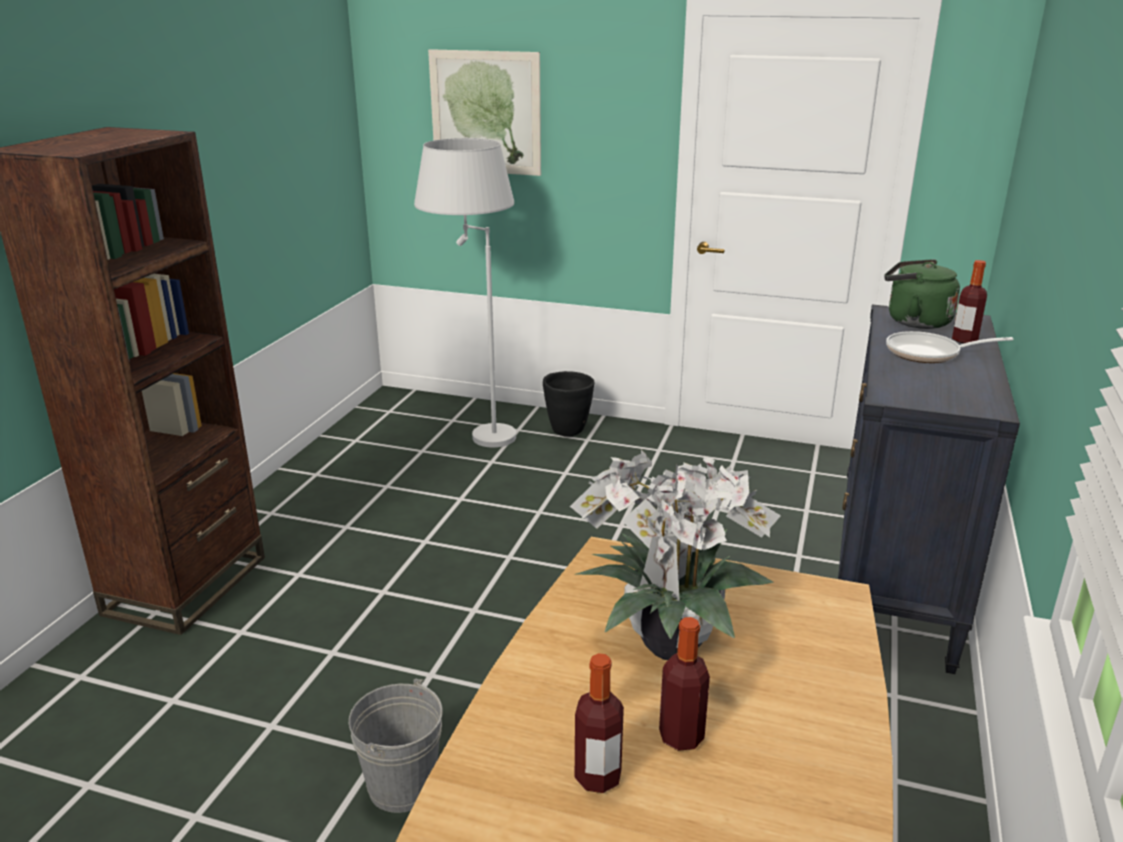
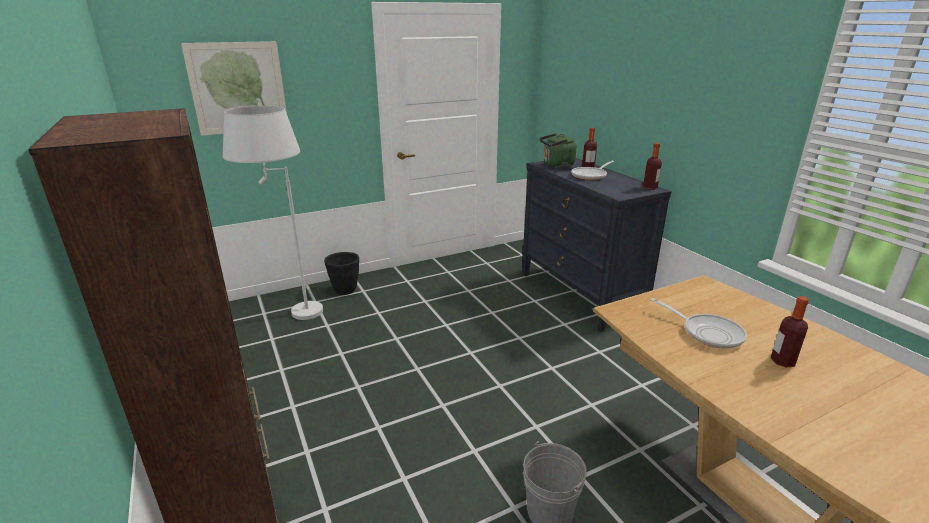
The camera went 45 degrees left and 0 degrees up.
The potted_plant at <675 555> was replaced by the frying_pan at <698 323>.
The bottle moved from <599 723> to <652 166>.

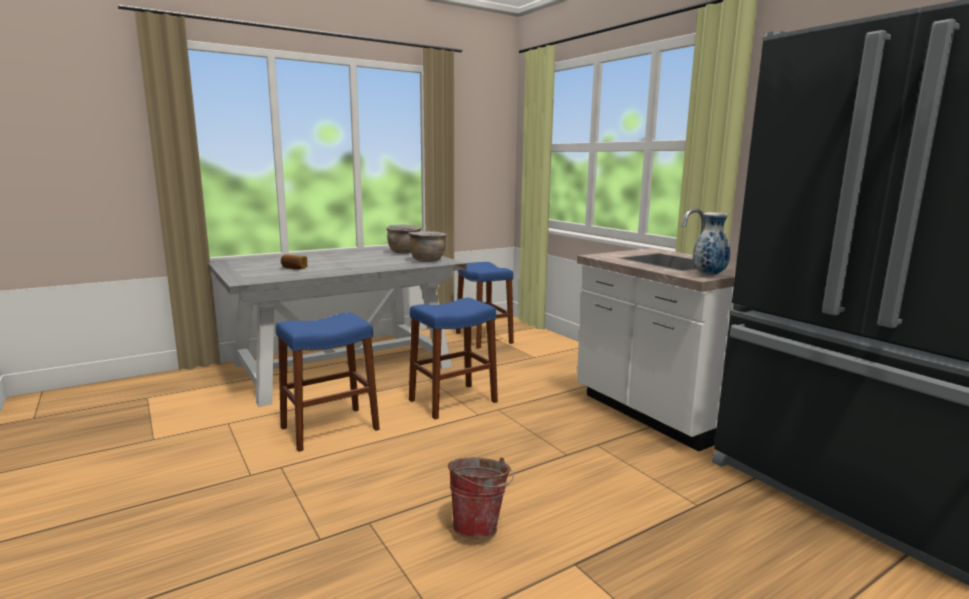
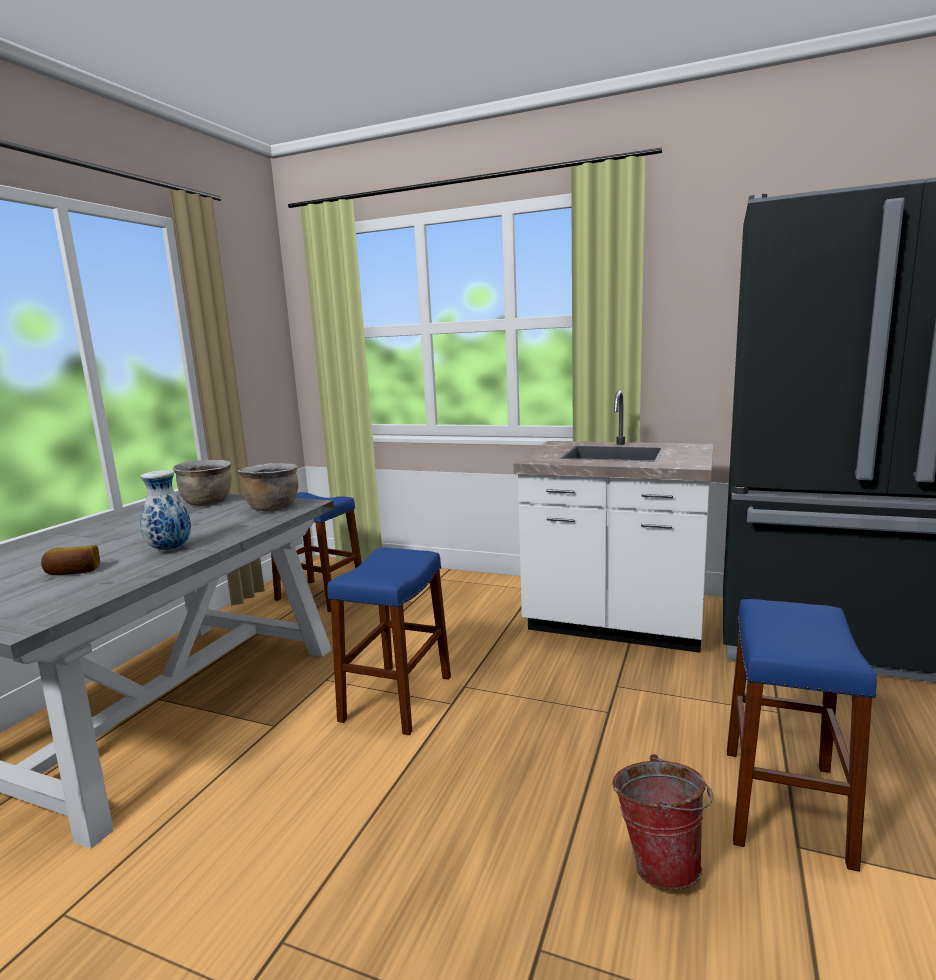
The camera went 35 degrees left and 0 degrees up.
The blue_stool moved from <328 382> to <802 735>.
The vase moved from <711 244> to <165 511>.

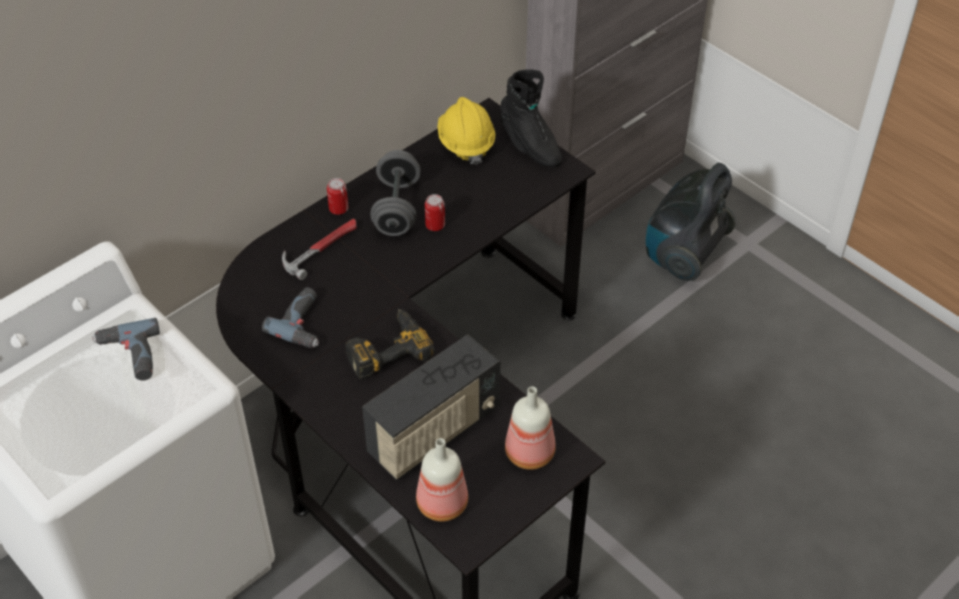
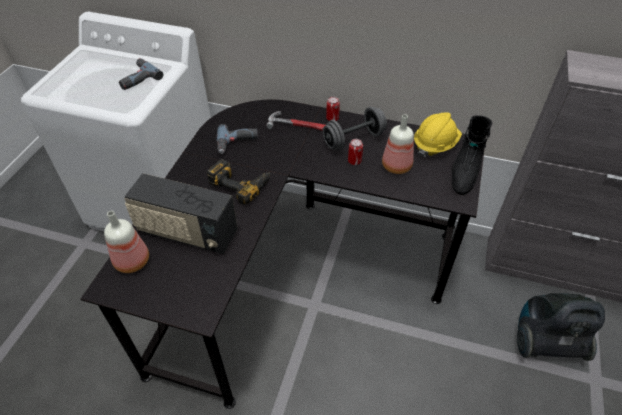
The camera went 60 degrees right and 0 degrees up.
The bottle moved from <530 428> to <398 144>.

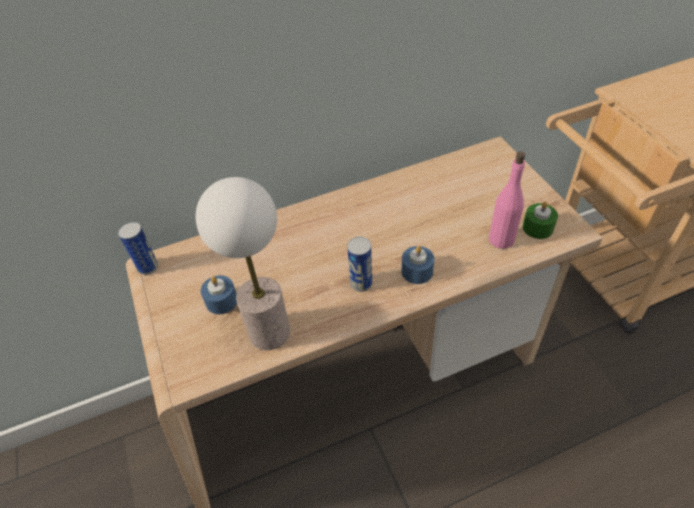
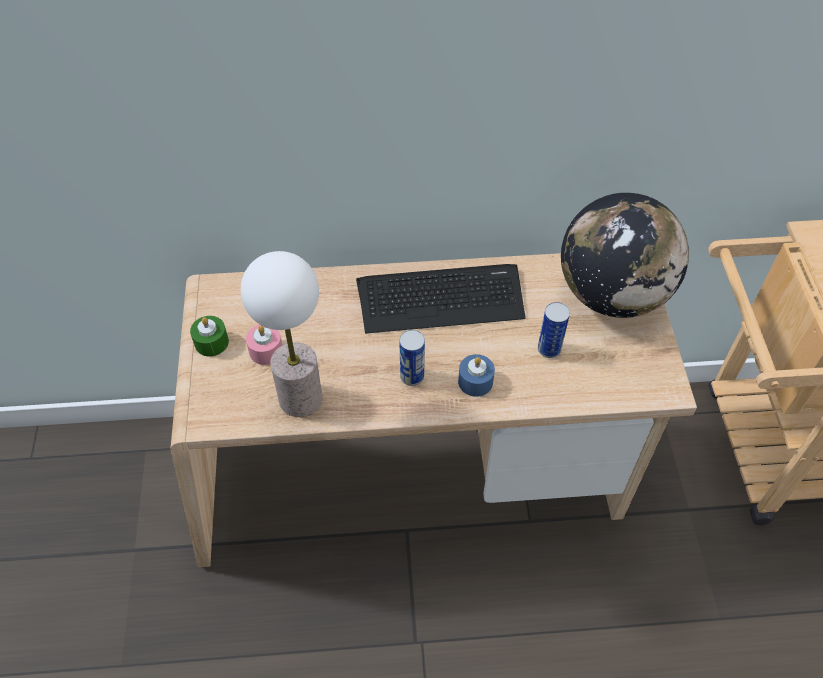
The camera went 15 degrees right and 5 degrees up.
The can moved from <138 248> to <554 330>.
The blue_candle at <219 294> became the pink_candle at <264 344>.
The pink_bottle at <507 200> disappeared.
The green_candle moved from <540 220> to <209 336>.
The keyboard at <441 299> appeared.
The globe at <625 255> appeared.

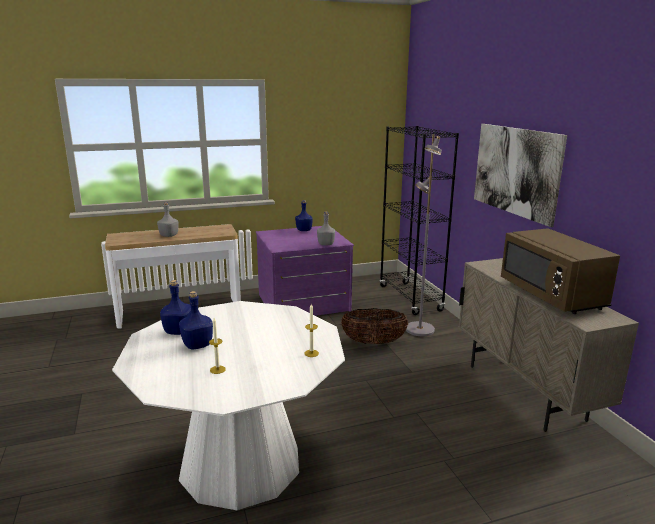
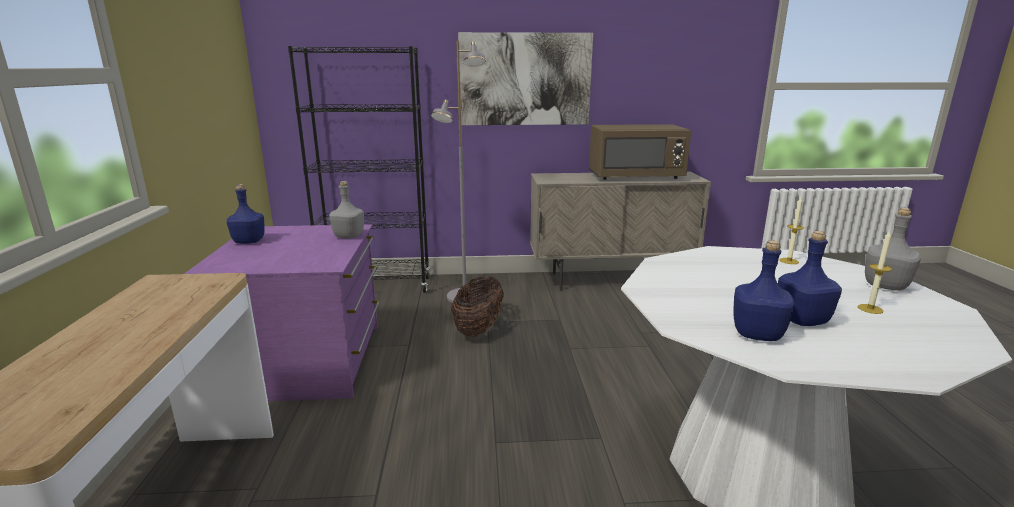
The camera went 75 degrees left and 0 degrees up.
The grey_bottle moved from <167 219> to <893 249>.

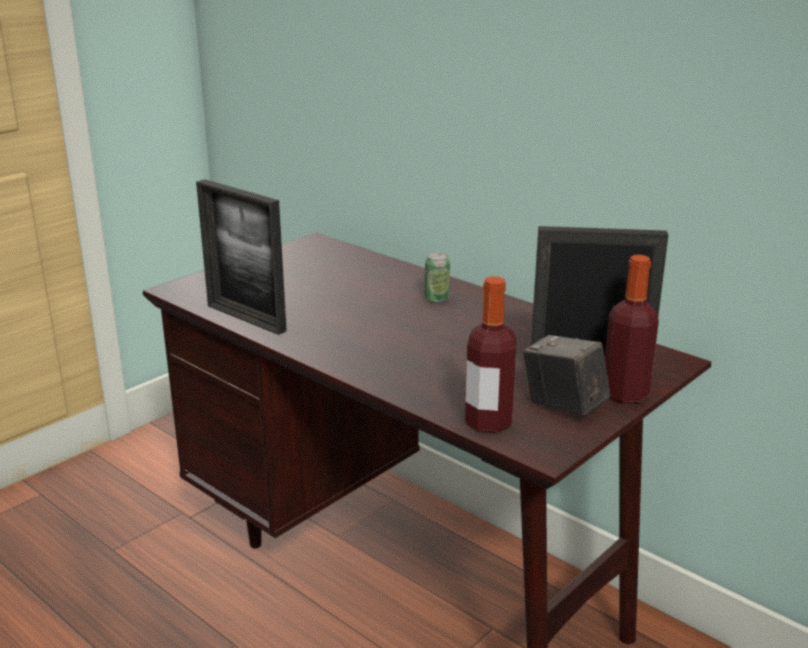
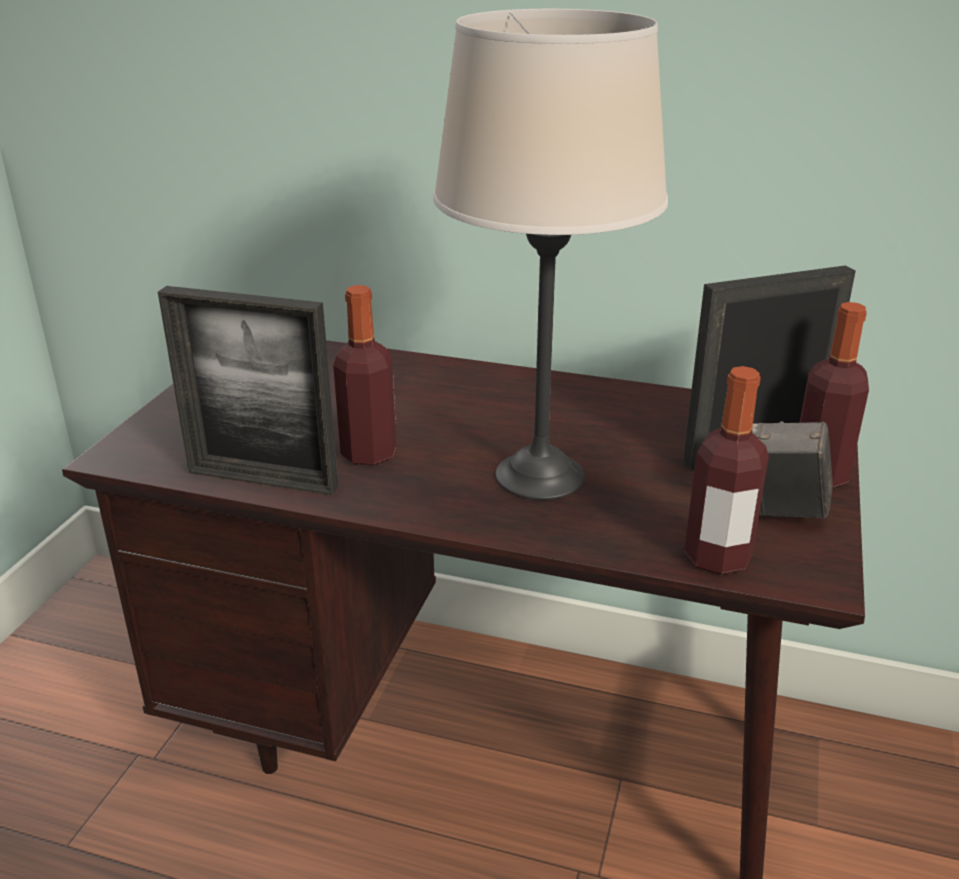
The camera went 25 degrees left and 5 degrees up.
The can at <437 277> disappeared.
The bottle at <364 375> appeared.
The beige_table_lamp at <550 254> appeared.

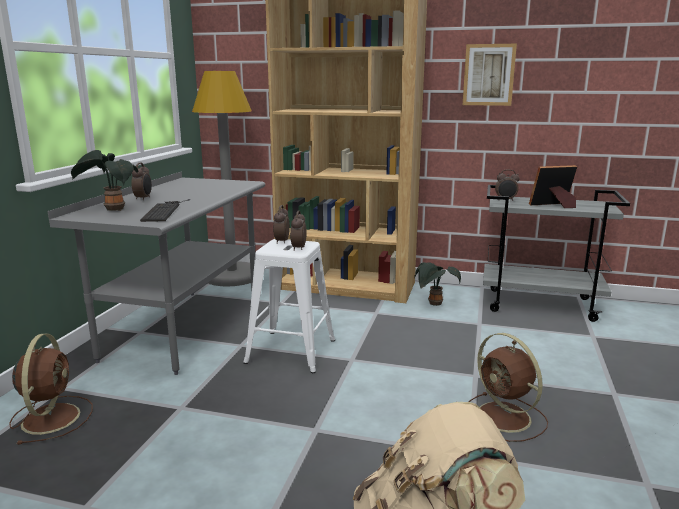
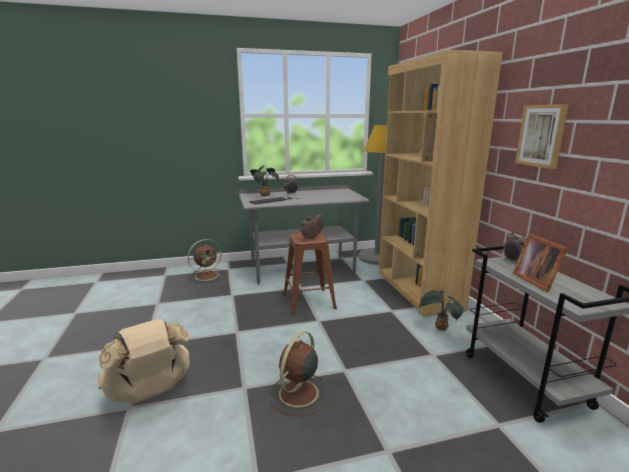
The camera went 60 degrees right and 0 degrees up.
The white_stool at <289 306> became the brown_stool at <310 274>.
The picture_frame at <553 186> turned 150 degrees counterclockwise.

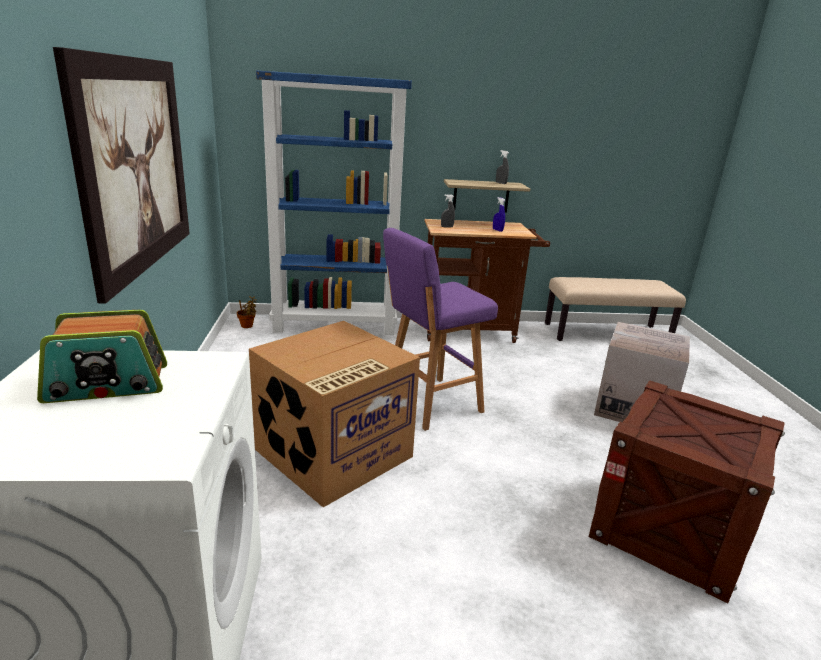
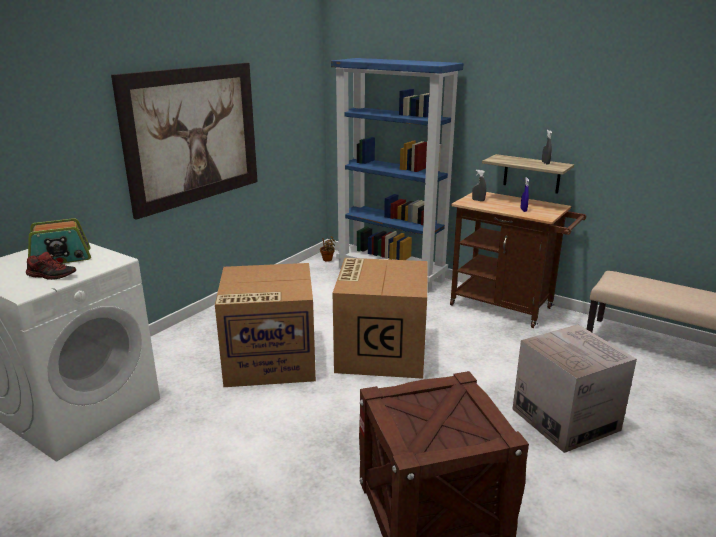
The camera went 40 degrees right and 0 degrees up.
The radio at <102 356> turned 45 degrees counterclockwise.
The purple_stool at <440 329> was replaced by the cardboard_box at <380 318>.
The shoe at <51 266> appeared.

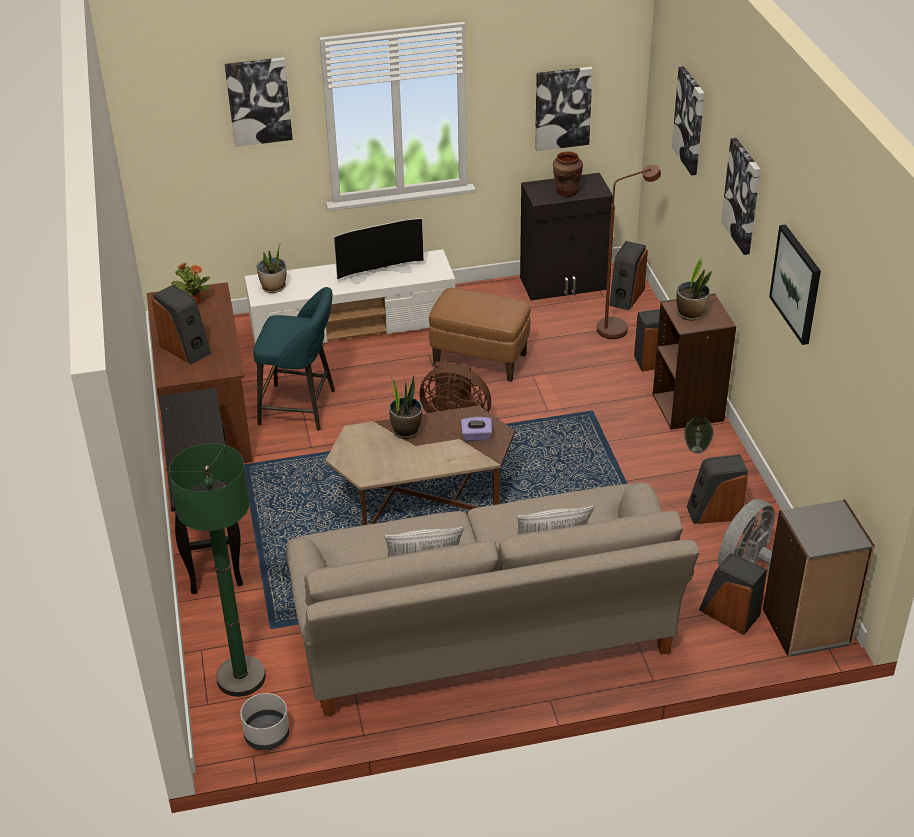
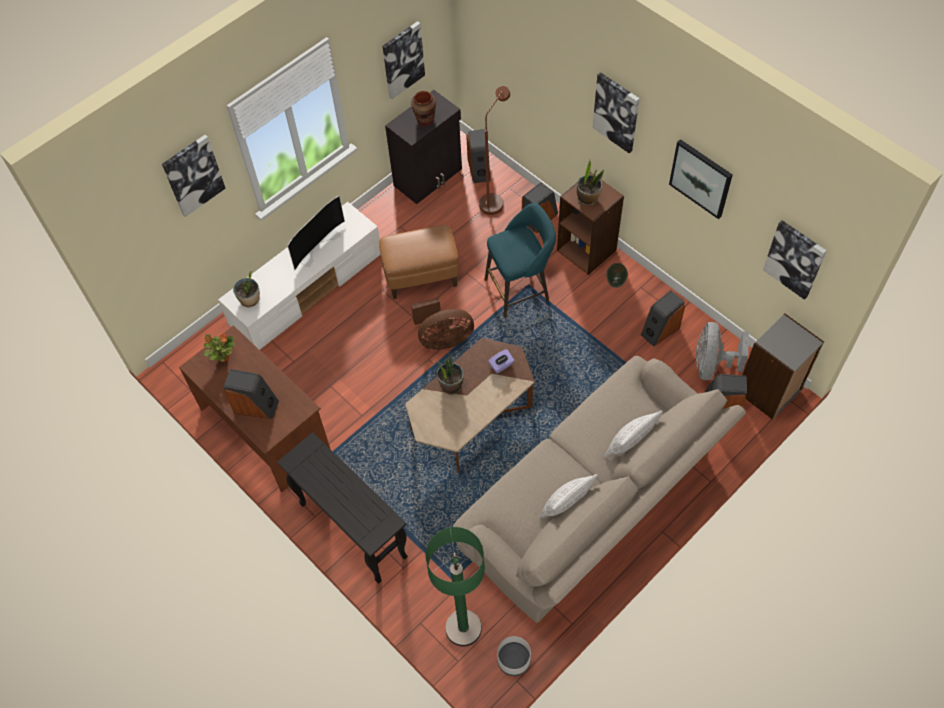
The camera went 30 degrees left and 20 degrees up.
The turquoise_stool moved from <294 359> to <520 260>.
The picture moved from <688 121> to <795 260>.

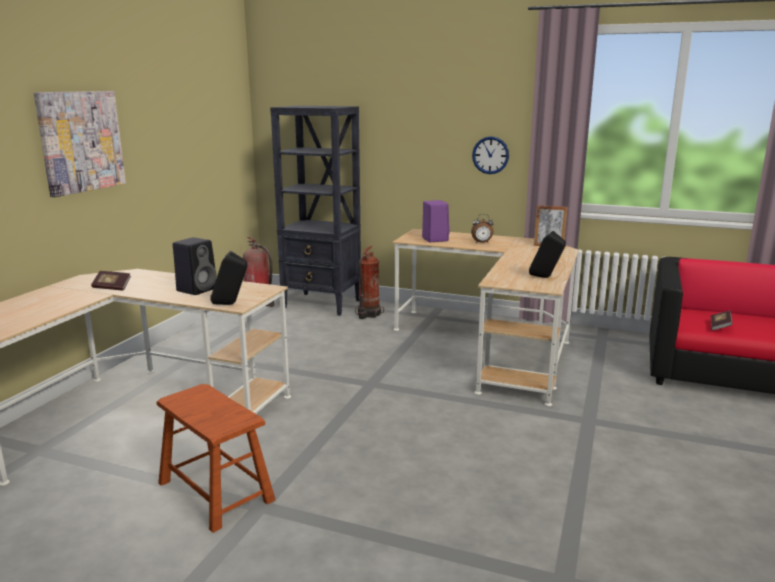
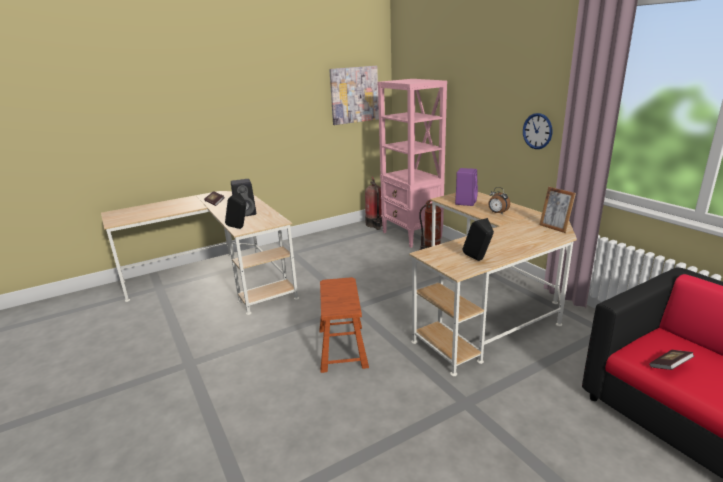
The camera went 40 degrees right and 5 degrees up.
The picture moved from <80 144> to <354 95>.
The brown_stool moved from <216 458> to <344 325>.
The black_bookcase at <315 211> became the pink_bookcase at <412 163>.

